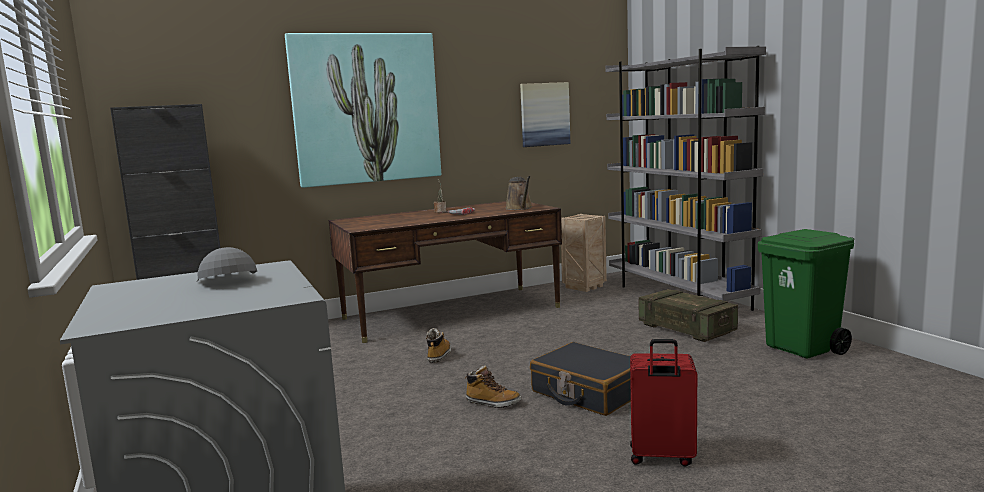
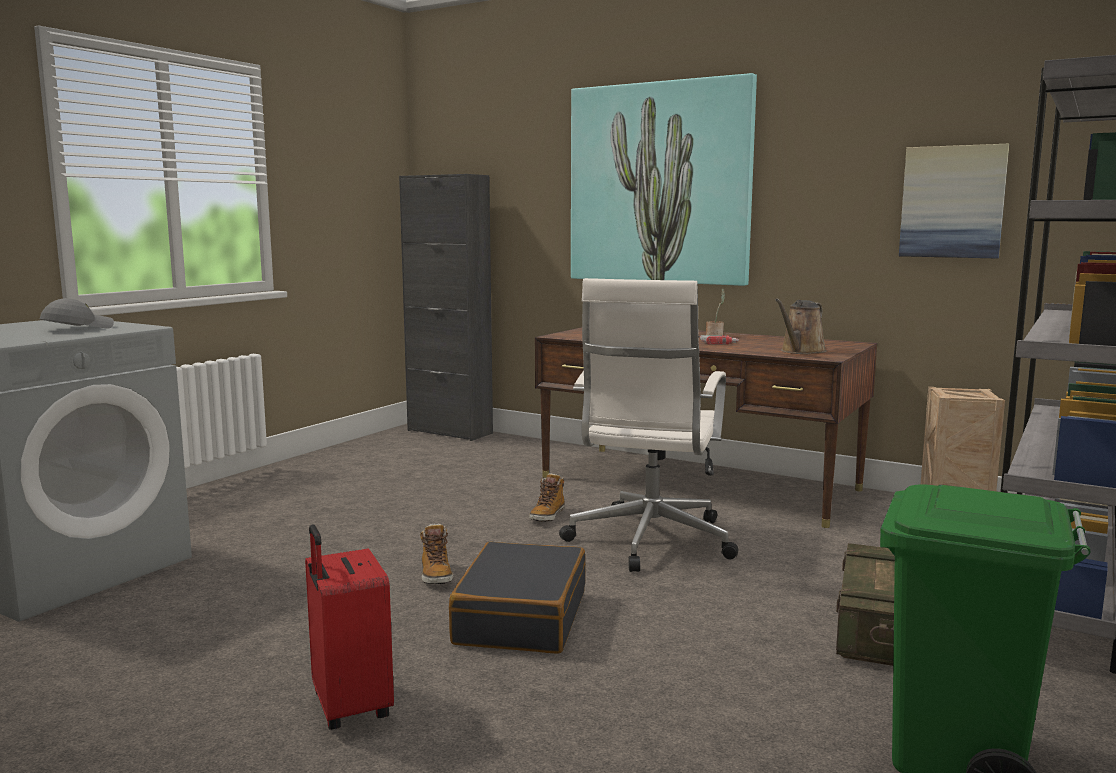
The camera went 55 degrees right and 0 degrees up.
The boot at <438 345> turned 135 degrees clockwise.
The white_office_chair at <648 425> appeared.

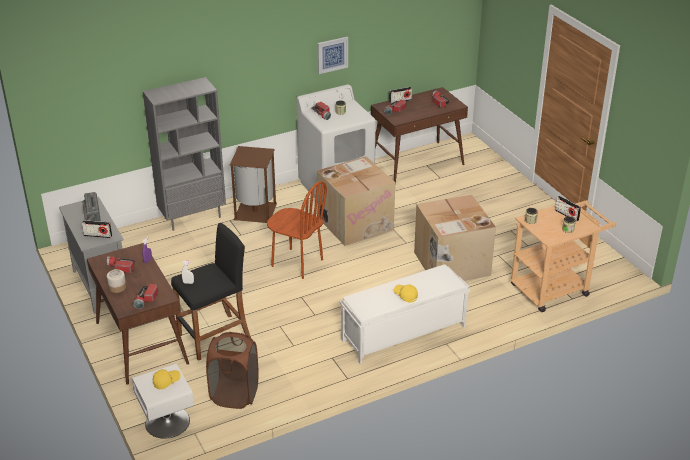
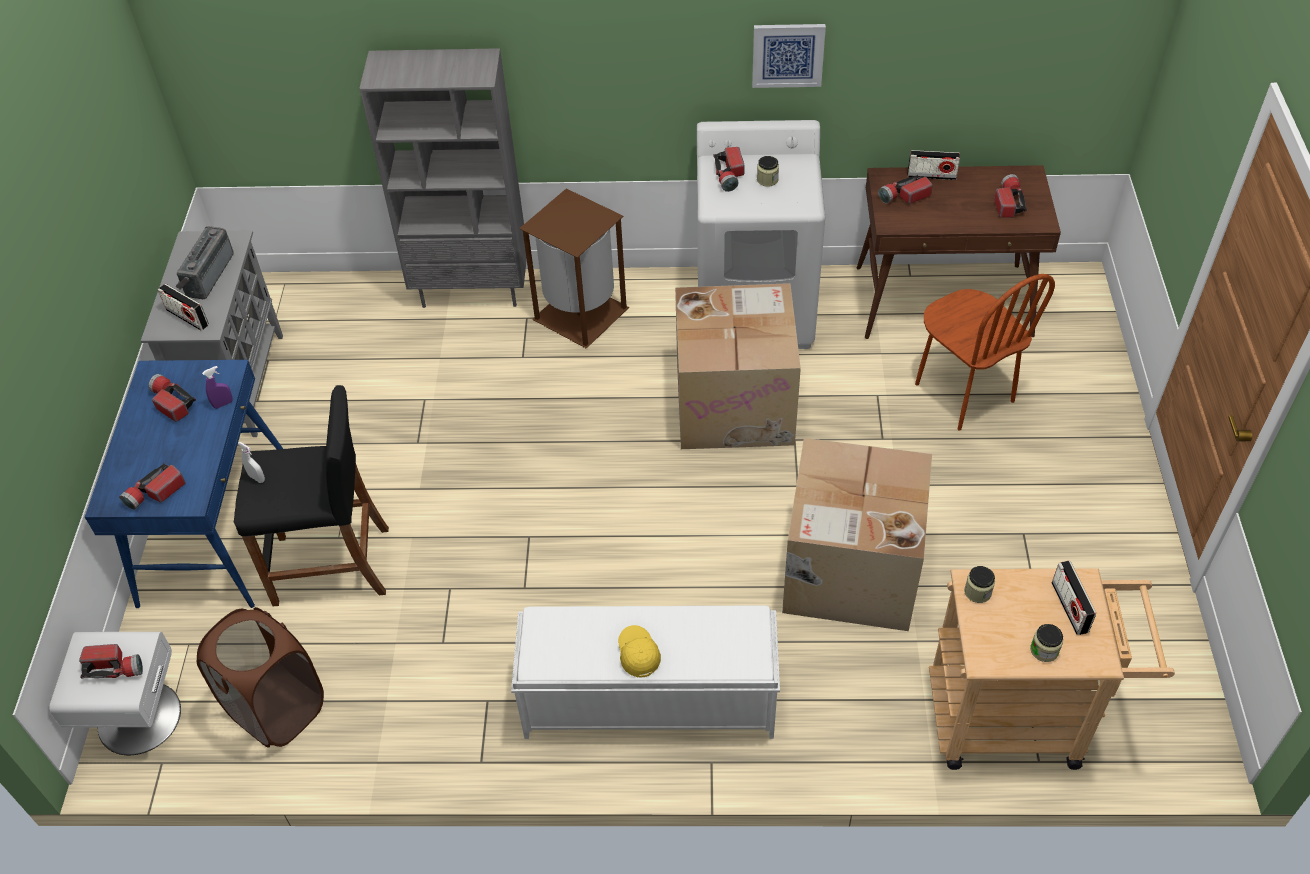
The camera went 30 degrees right and 15 degrees up.
The brown_desk at <138 314> became the blue_desk at <184 484>.
The jar at <116 281> disappeared.
The yellow_cap at <167 379> was replaced by the flashlight at <111 661>.
The brown_chair moved from <297 230> to <985 352>.

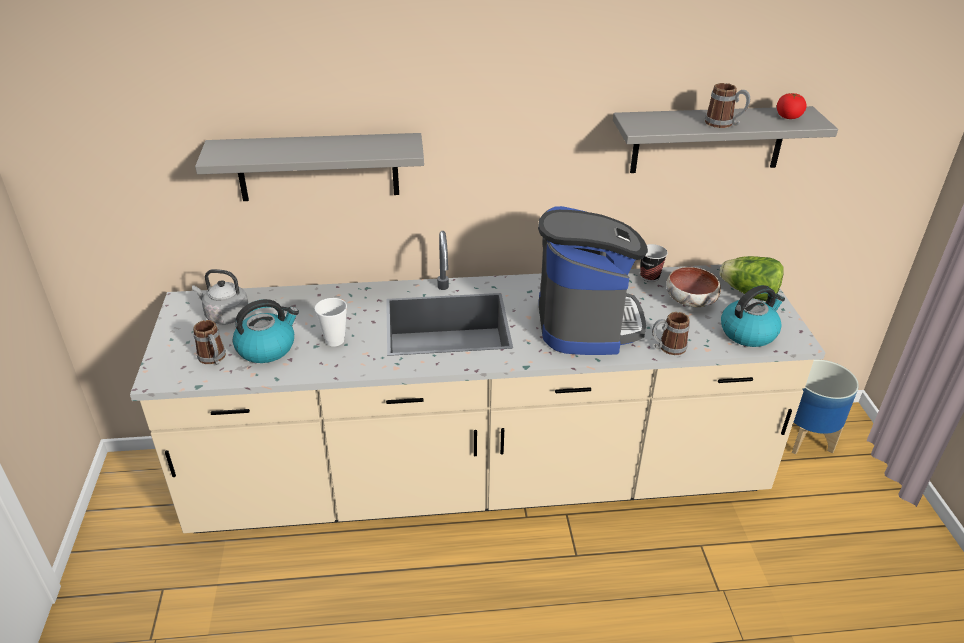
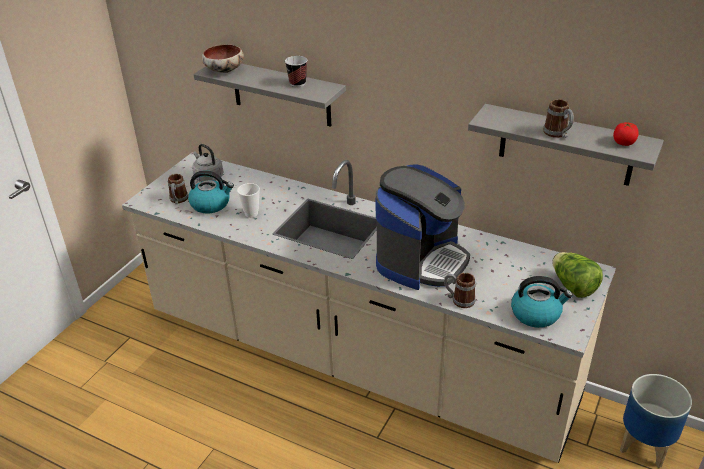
The camera went 35 degrees right and 0 degrees up.
The cup moved from <654 263> to <296 71>.
The bowl moved from <694 287> to <223 58>.

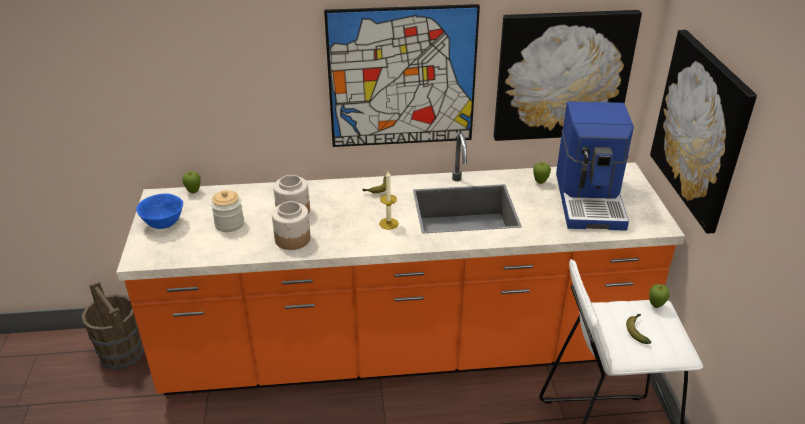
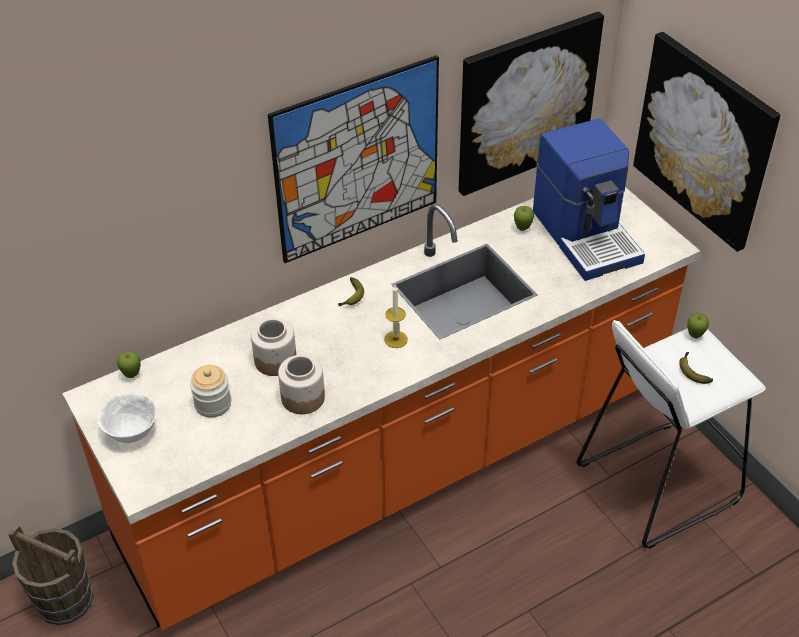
The camera went 25 degrees left and 10 degrees up.
The blue_bowl at <159 211> became the white_bowl at <127 418>.

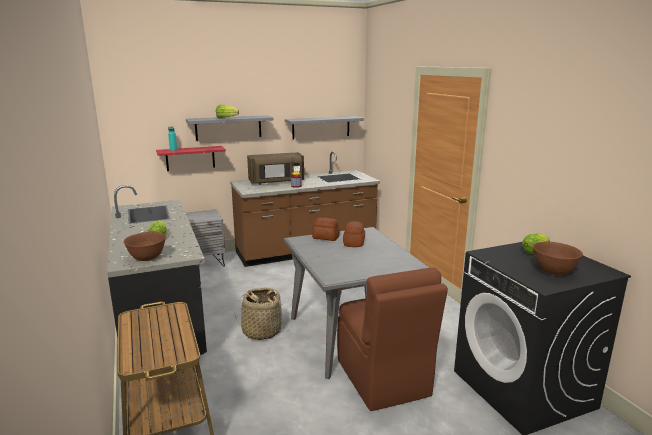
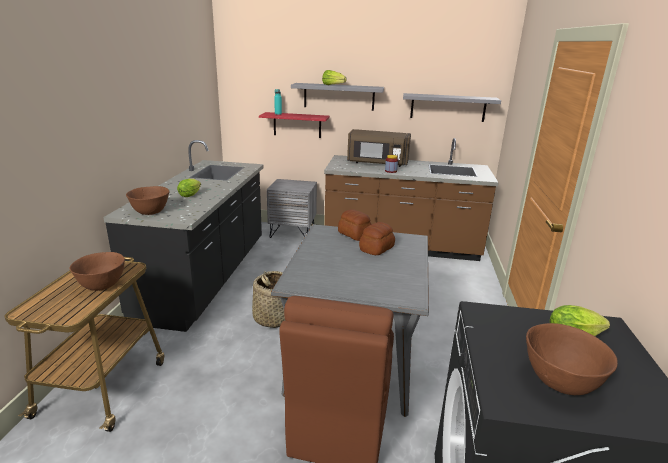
The camera went 30 degrees right and 5 degrees up.
The brown_bowl at <97 271> appeared.

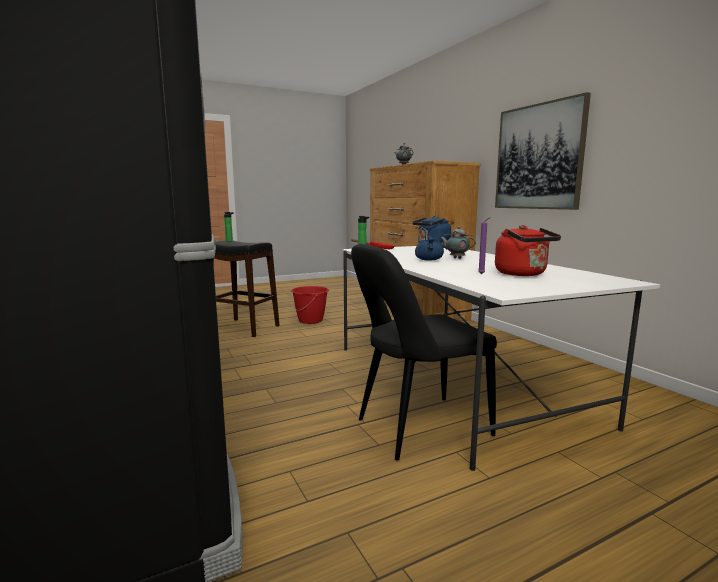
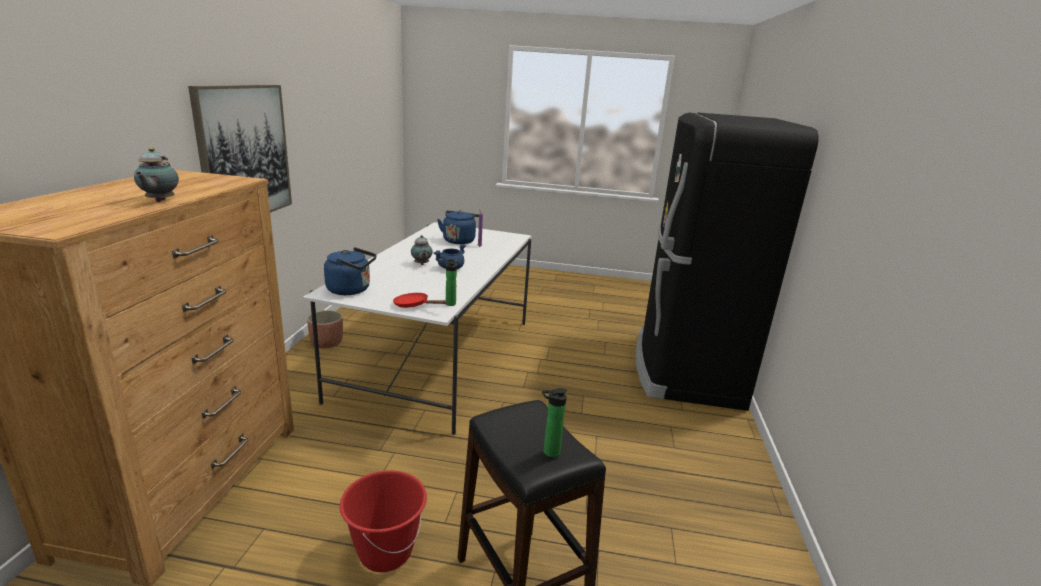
The camera went 145 degrees left and 10 degrees up.
The black_chair at <424 352> disappeared.
The red_kettle at <528 250> became the blue_kettle at <458 227>.
The planter at <325 329> appeared.

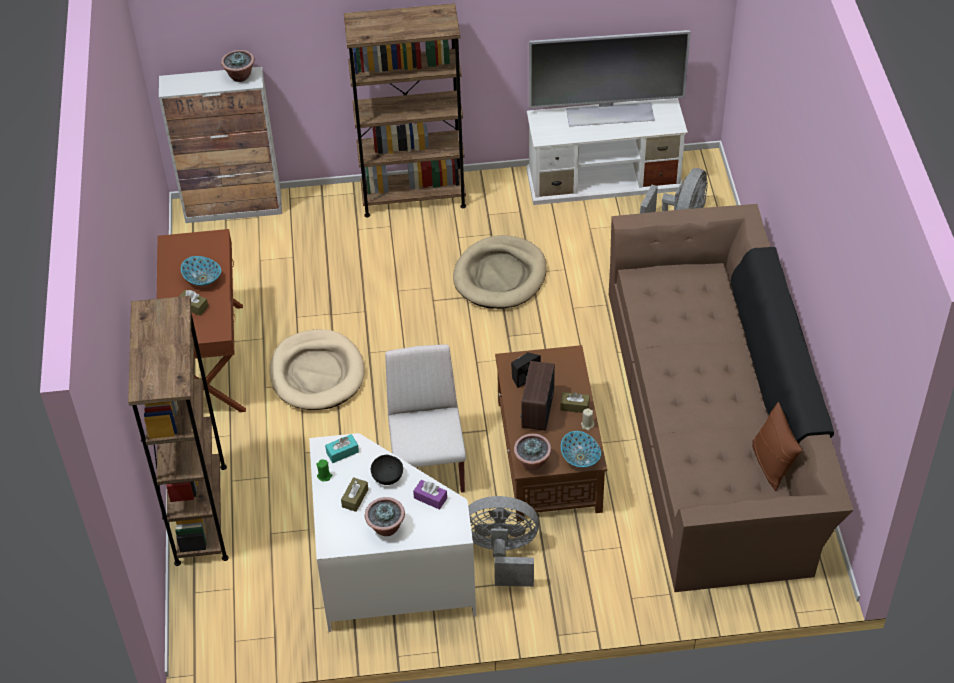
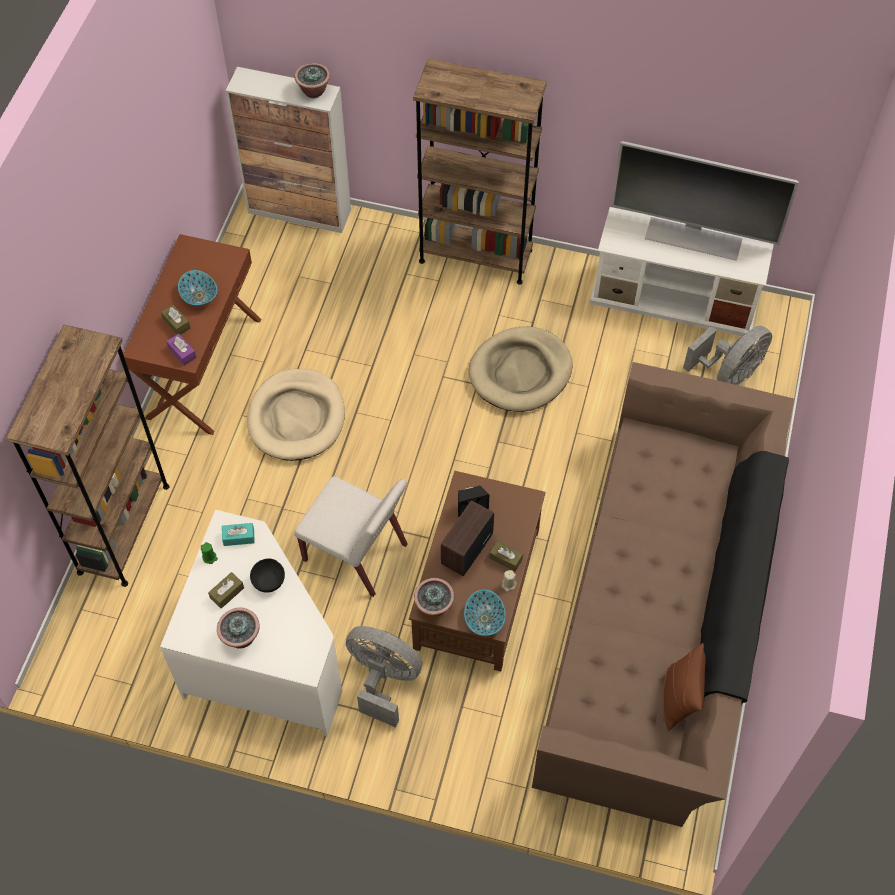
The camera went 20 degrees right and 10 degrees up.
The white_chair at <425 418> turned 105 degrees clockwise.
The purple_tissue_box moved from <430 495> to <182 350>.

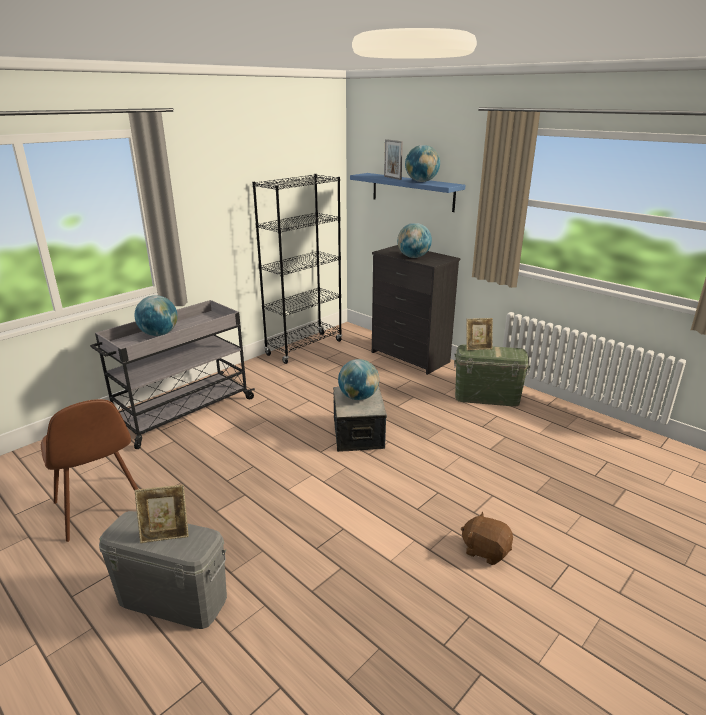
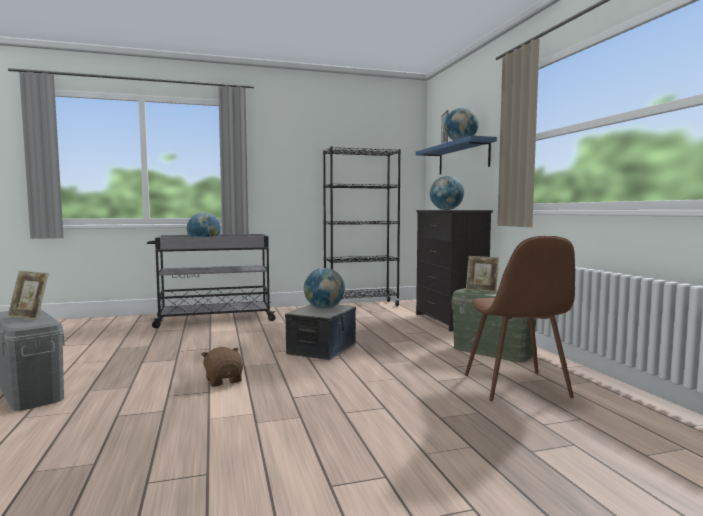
The camera went 30 degrees right and 20 degrees down.
The brown_chair moved from <89 470> to <520 318>.
The brown_plush_toy moved from <487 538> to <222 367>.

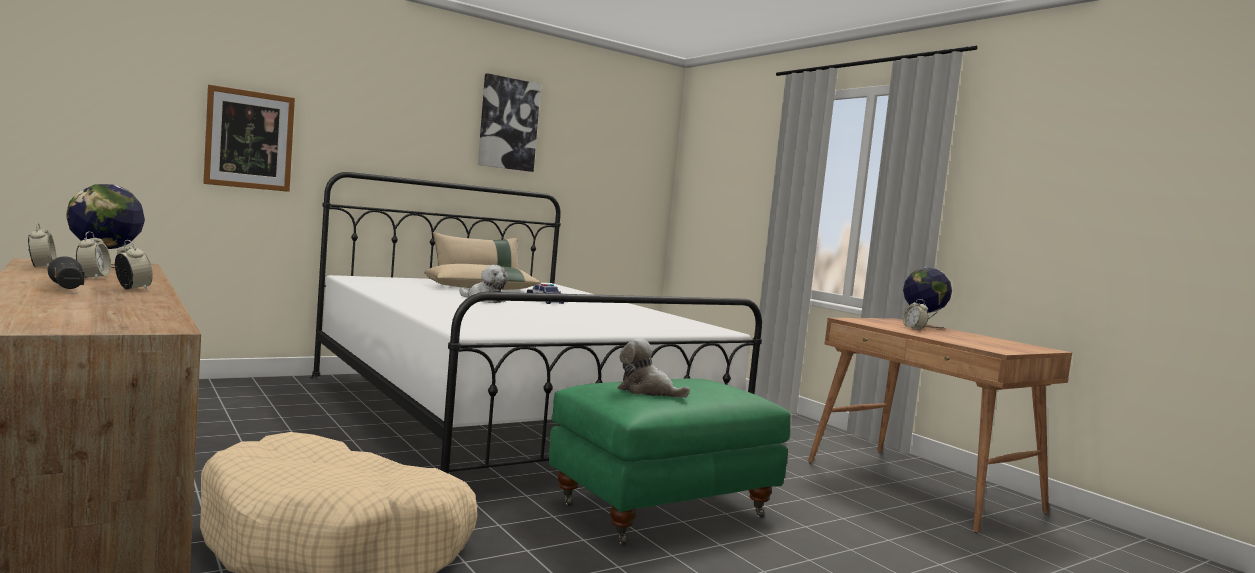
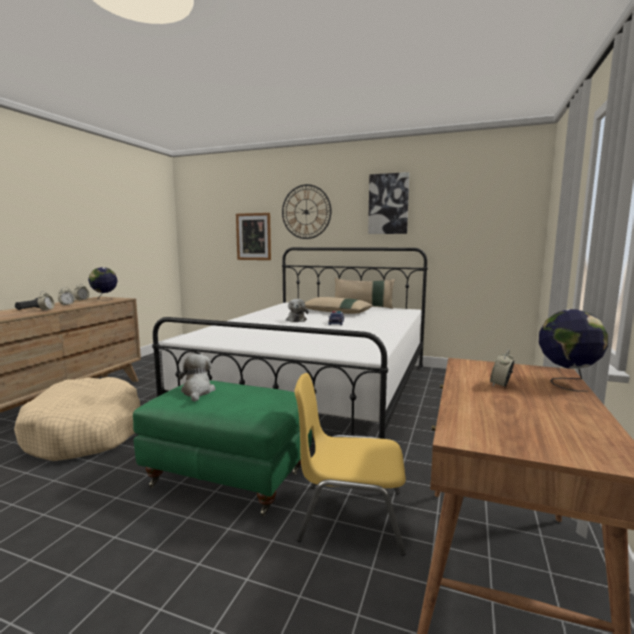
The camera went 55 degrees right and 5 degrees up.
The wall_clock at <306 211> appeared.
The yellow_chair at <350 464> appeared.

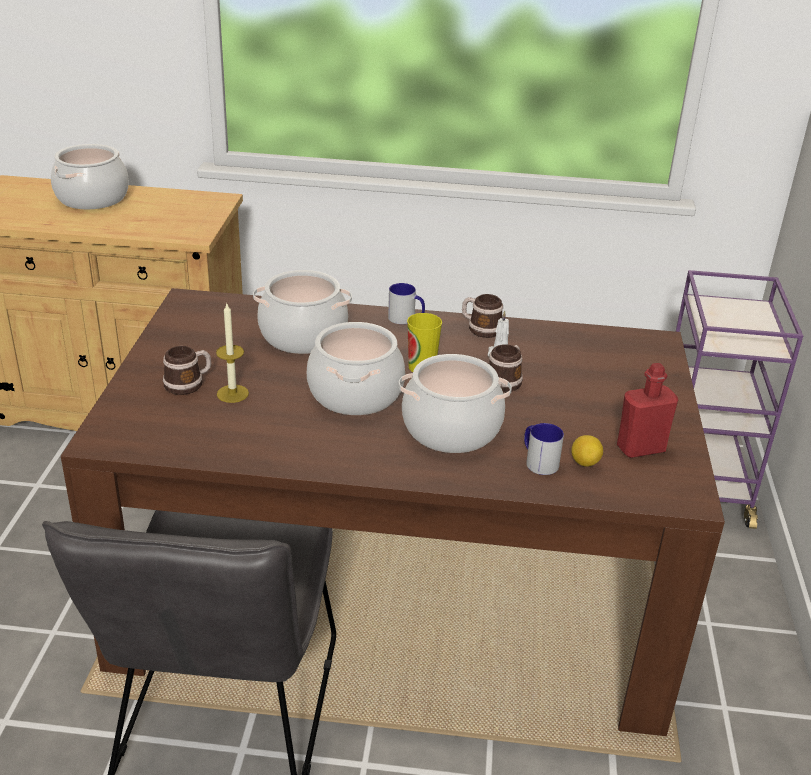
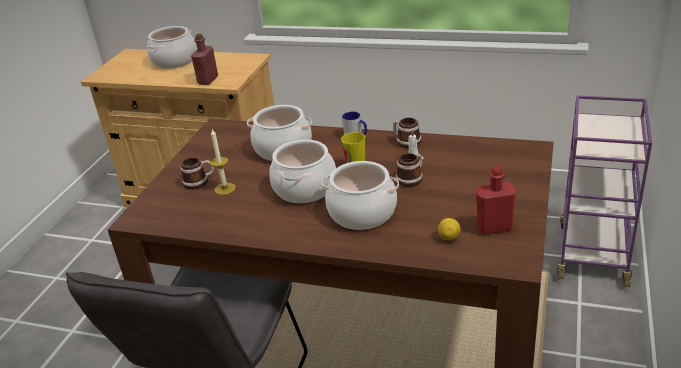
The camera went 15 degrees right and 0 degrees up.
The mug at <544 449> disappeared.
The red_bottle at <204 59> appeared.

